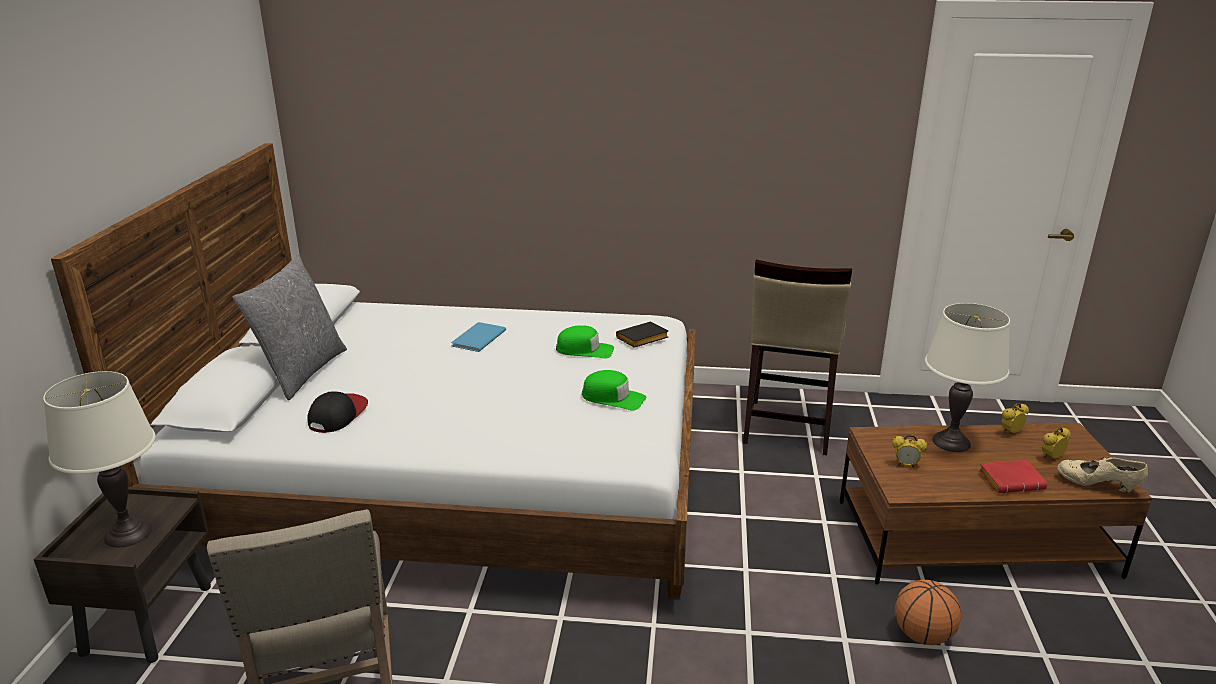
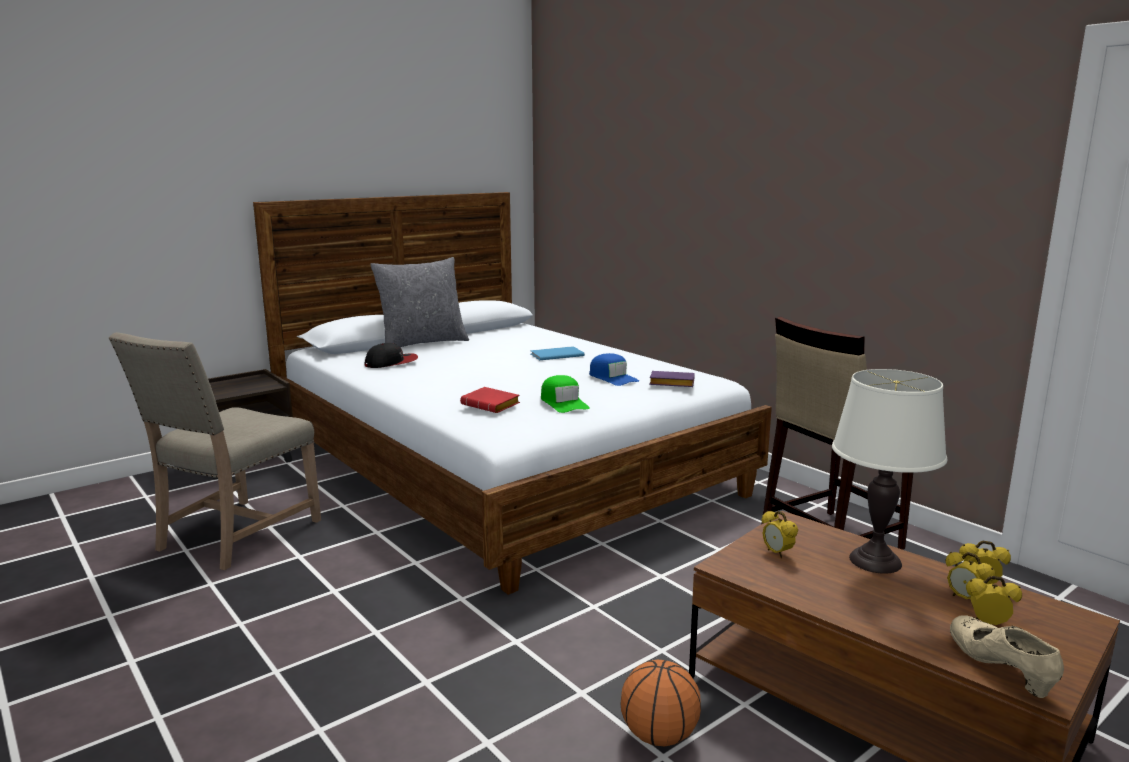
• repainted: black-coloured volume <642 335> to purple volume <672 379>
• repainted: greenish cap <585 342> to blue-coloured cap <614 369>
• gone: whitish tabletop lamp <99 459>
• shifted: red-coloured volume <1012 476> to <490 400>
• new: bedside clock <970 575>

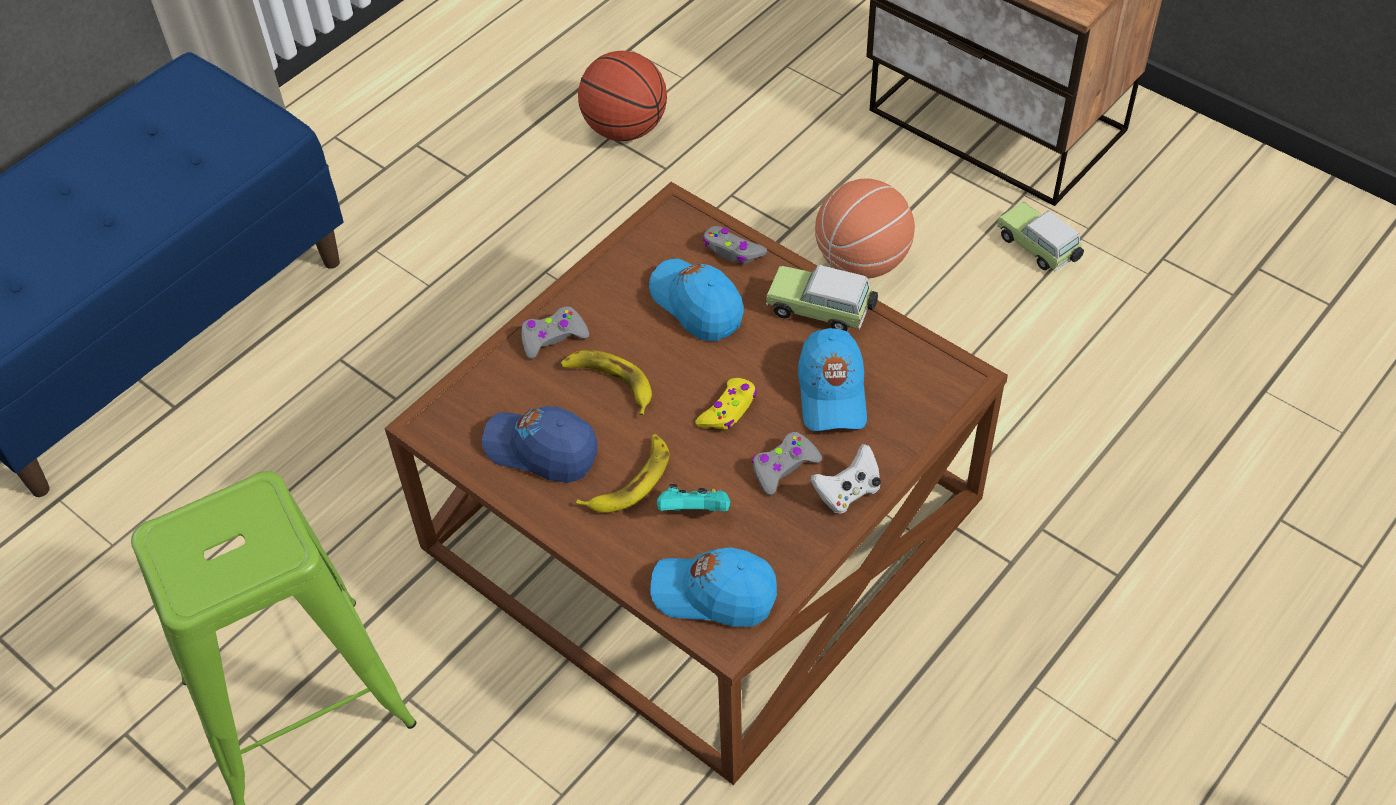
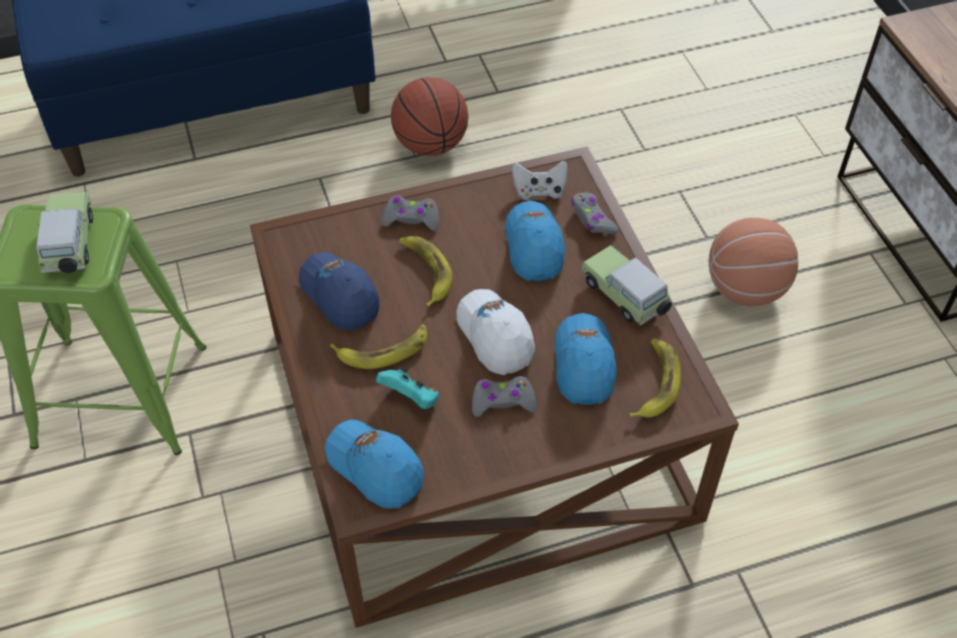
• shifted: ball for basketball <622 96> to <430 116>
• shifted: model car <1040 237> to <64 232>
• rotated: blue-coloured cap <832 379> = <586 359> 150 degrees clockwise
• swapped: yellow-coloured gamepad <726 403> to whitish cap <495 332>
• shifted: whitish gamepad <846 479> to <539 180>
• new: banana <655 378>

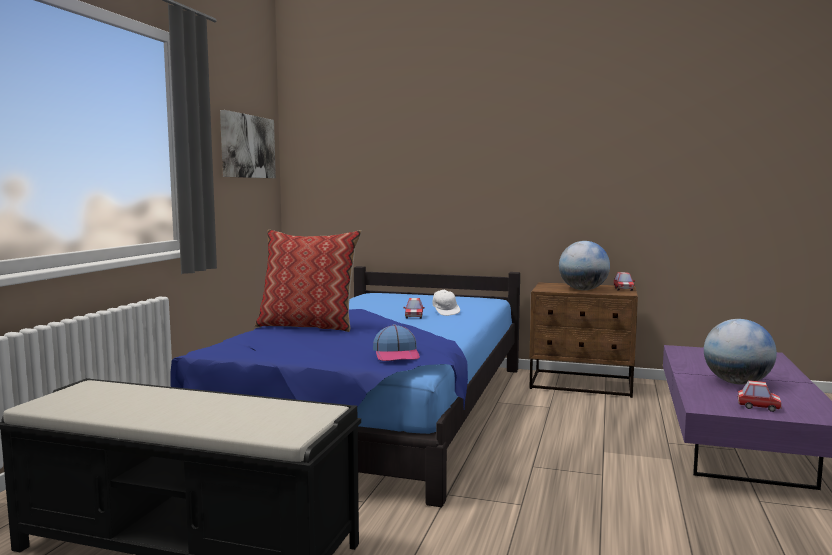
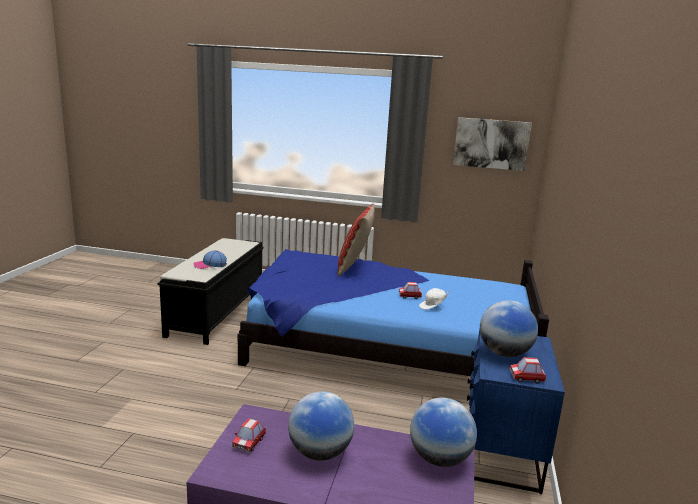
• repainted: brown-coloured bedside table <583 340> to blue-coloured bedside table <516 411>
• shifted: cap <396 342> to <210 259>
• new: globe <443 432>

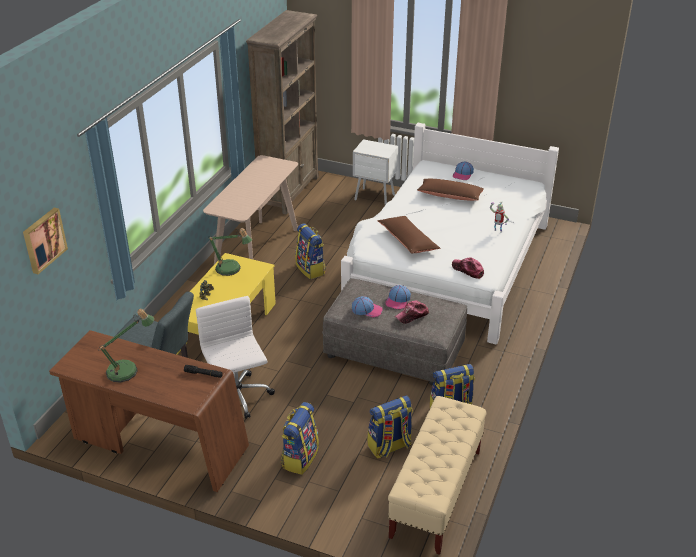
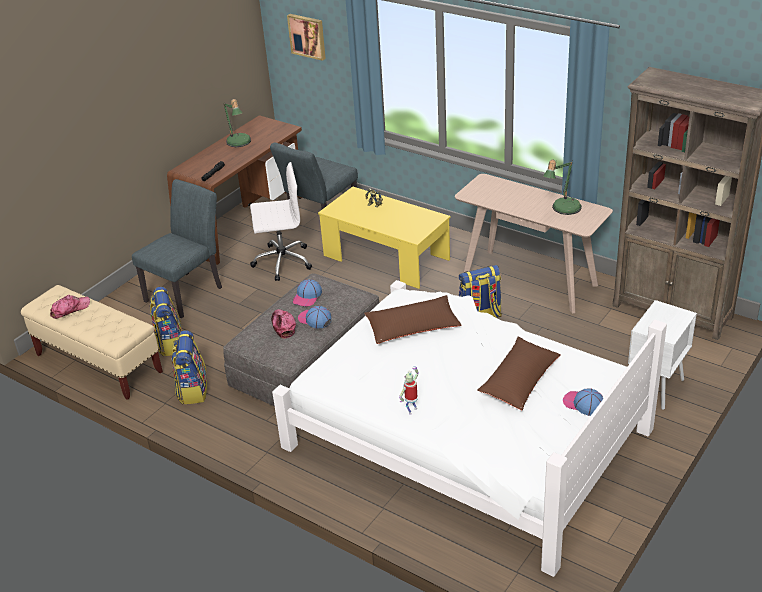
• shifted: tabletop lamp <231 252> to <562 187>
• shifted: cap <468 268> to <70 307>
• swapped: backpack <300 438> to greyish plain chair <177 248>

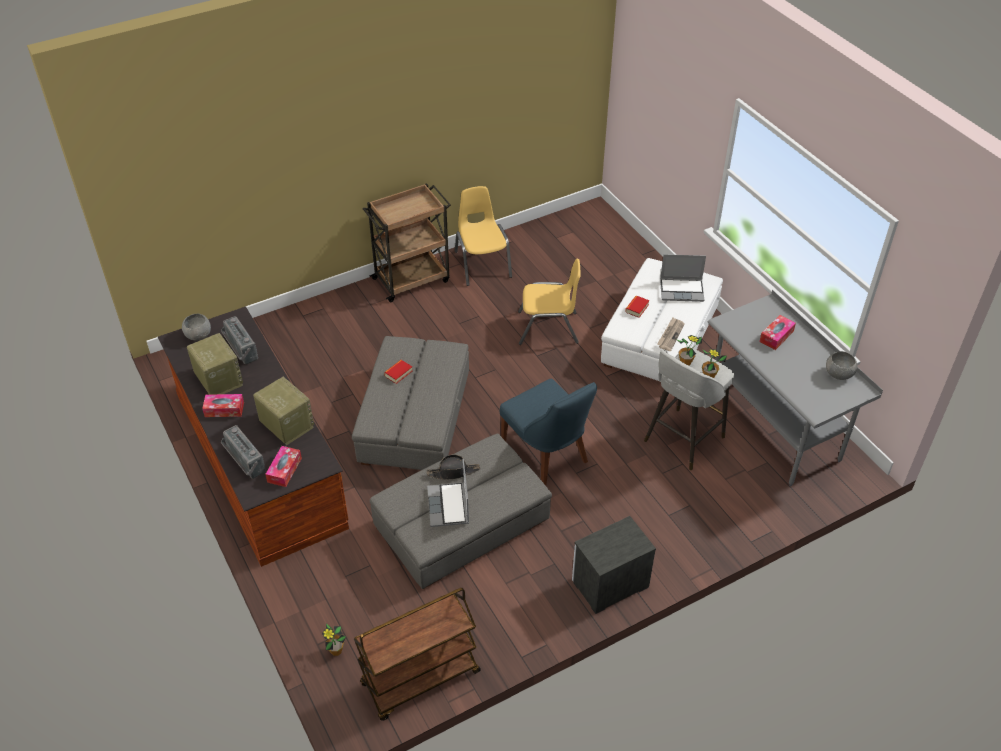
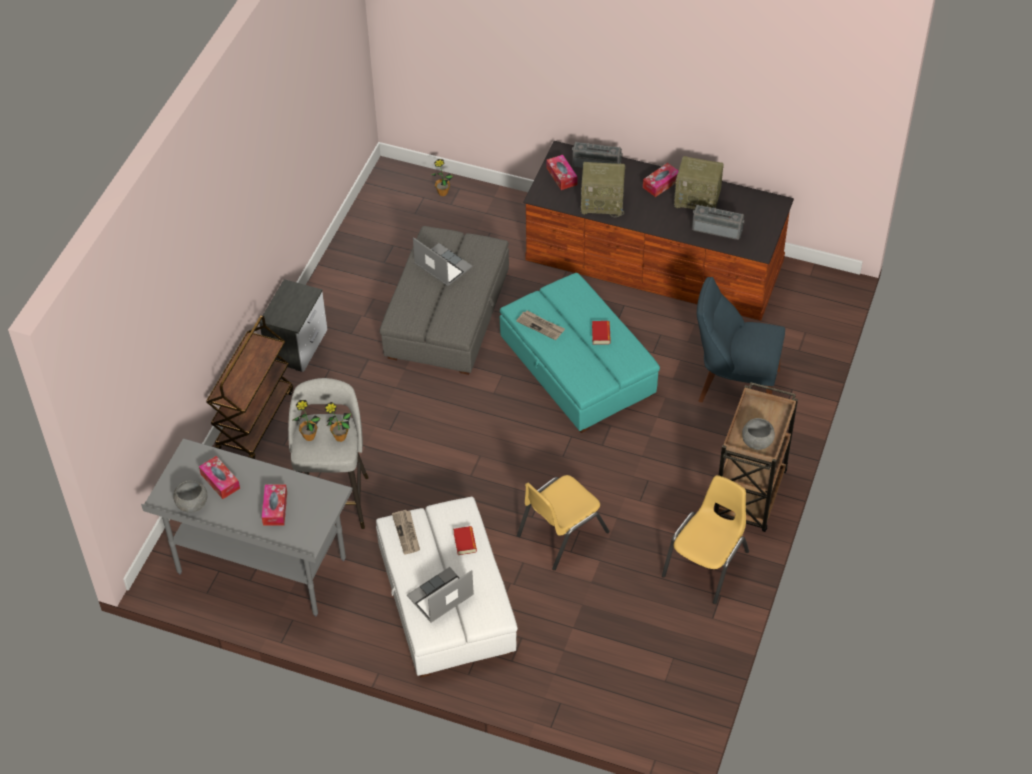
• rotated: yellow-coloured plain chair <483 236> = <705 539> 90 degrees counterclockwise
• shifted: greyish deep dish <196 327> to <758 434>
• repainted: greyish ottoman <410 403> to blue-green ottoman <580 353>
• shifted: blue-coloured plain chair <548 432> to <741 339>
• gone: black-coloured clothing hat <453 467>
• shifted: brown-coloured cart <417 654> to <249 387>
• new: newspaper <540 325>
• new: tissue holder <219 477>

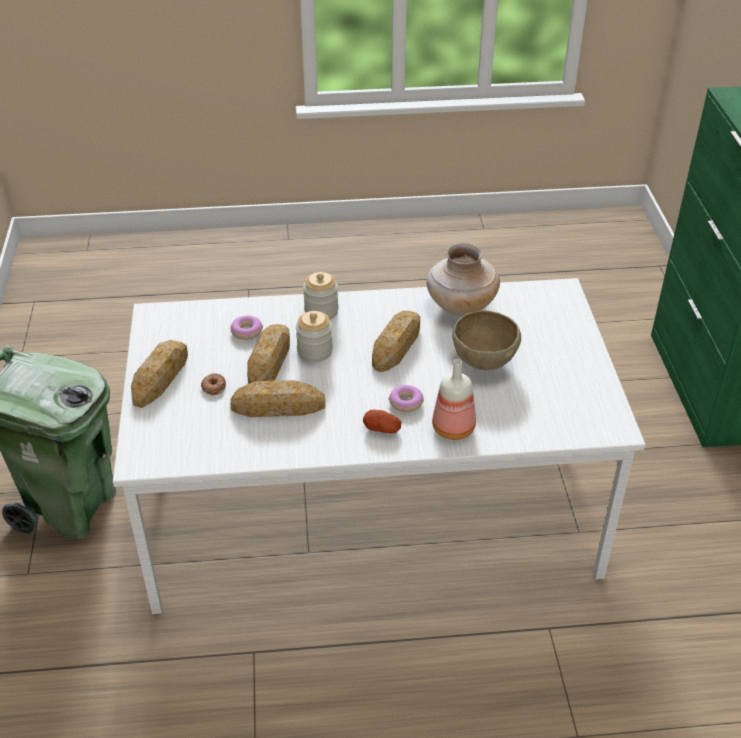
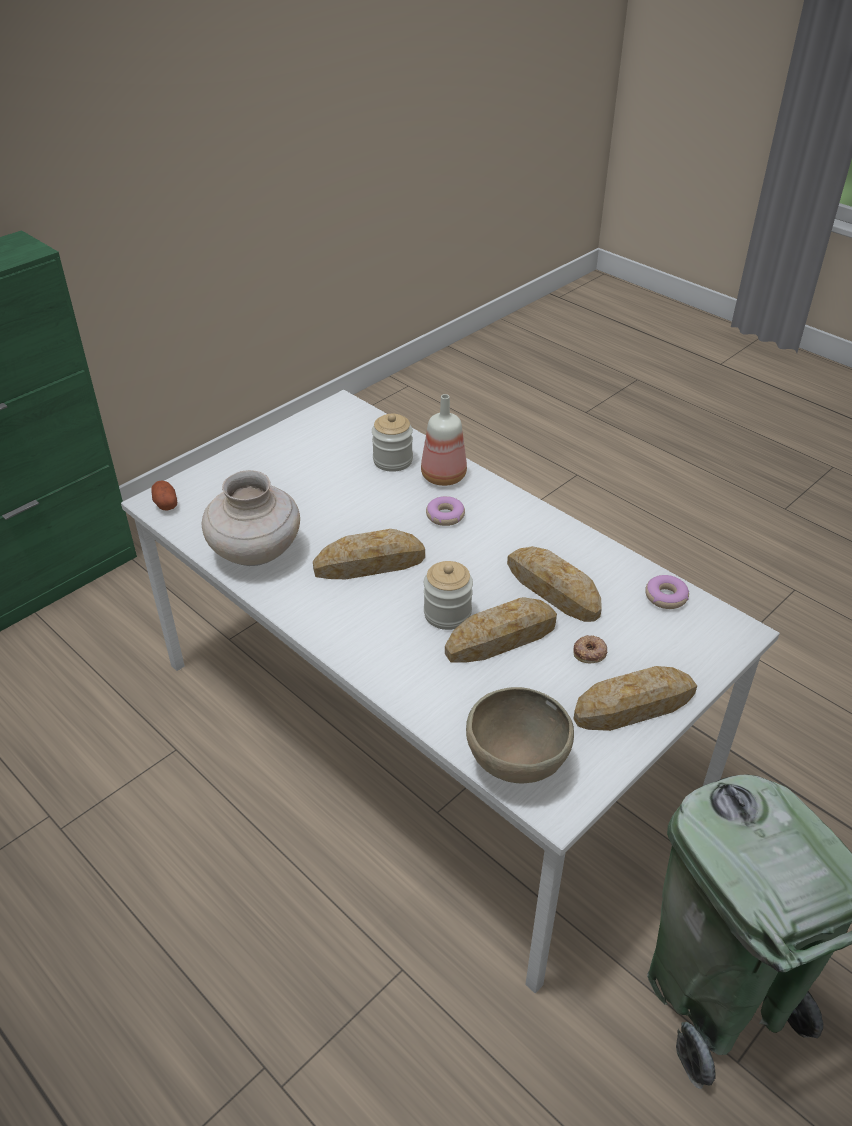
• shifted: storage jar <321 295> to <392 443>
• shifted: brown-coloured deep dish <486 340> to <520 735>
• shifted: ring doughnut <247 327> to <667 592>
• shifted: whole potato <382 422> to <164 495>

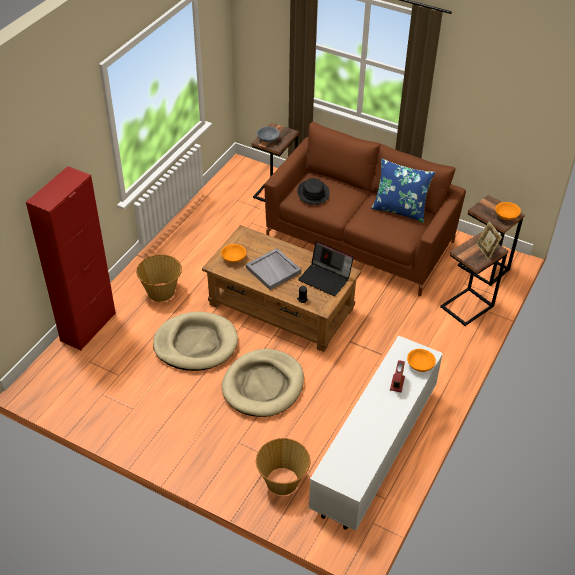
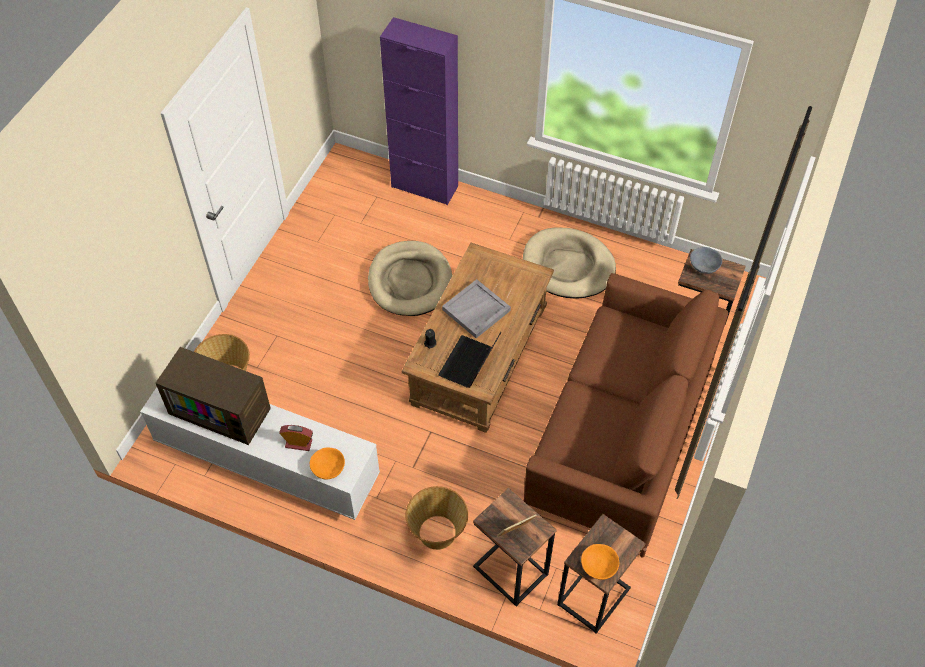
• gone: blue-coloured throw pillow <403 191>
• repainted: red-coloured storage cabinet <71 258> to purple storage cabinet <419 111>
• gone: black-coloured clothing hat <313 191>
• gone: orangey deep dish <233 253>
• shifted: household basket <159 278> to <436 518>
• shifted: sand-coloured dog cushion <263 383> to <569 263>
• new: television <213 396>

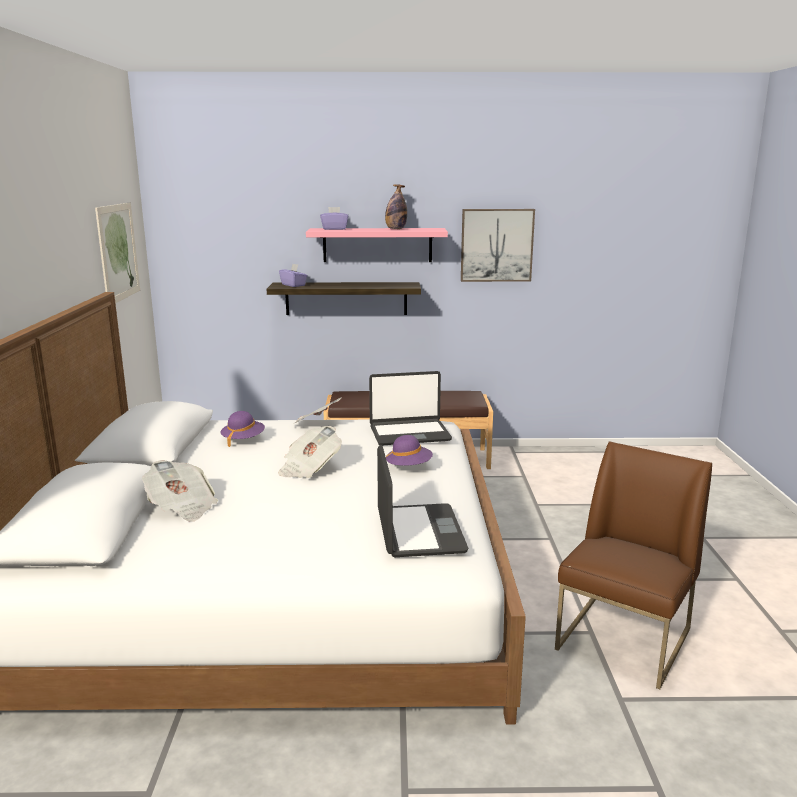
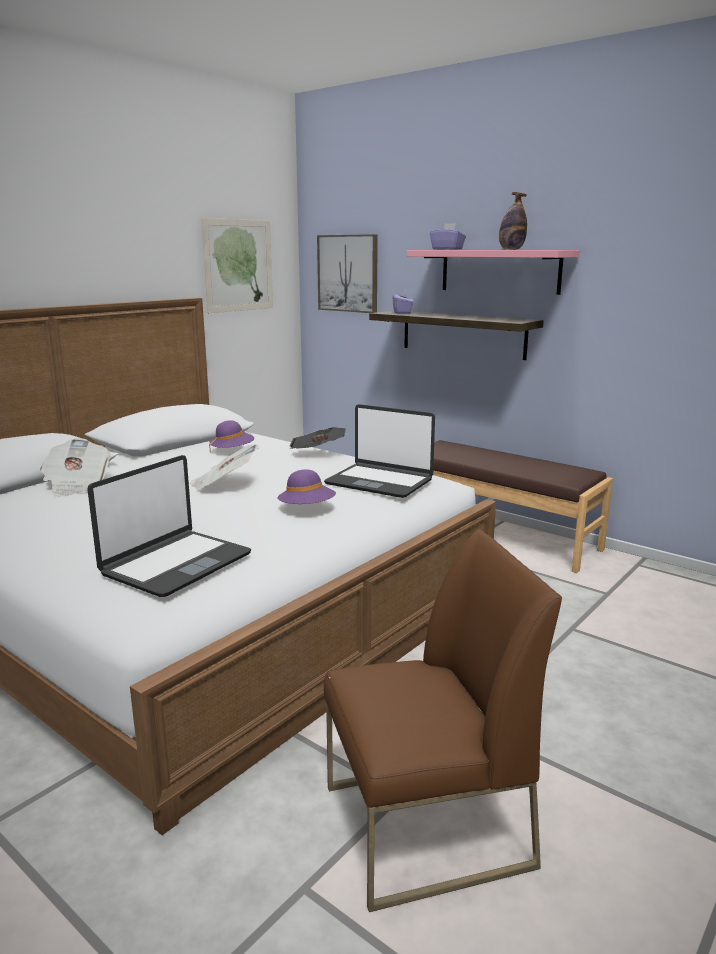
• shifted: wall art <498 245> to <347 273>

